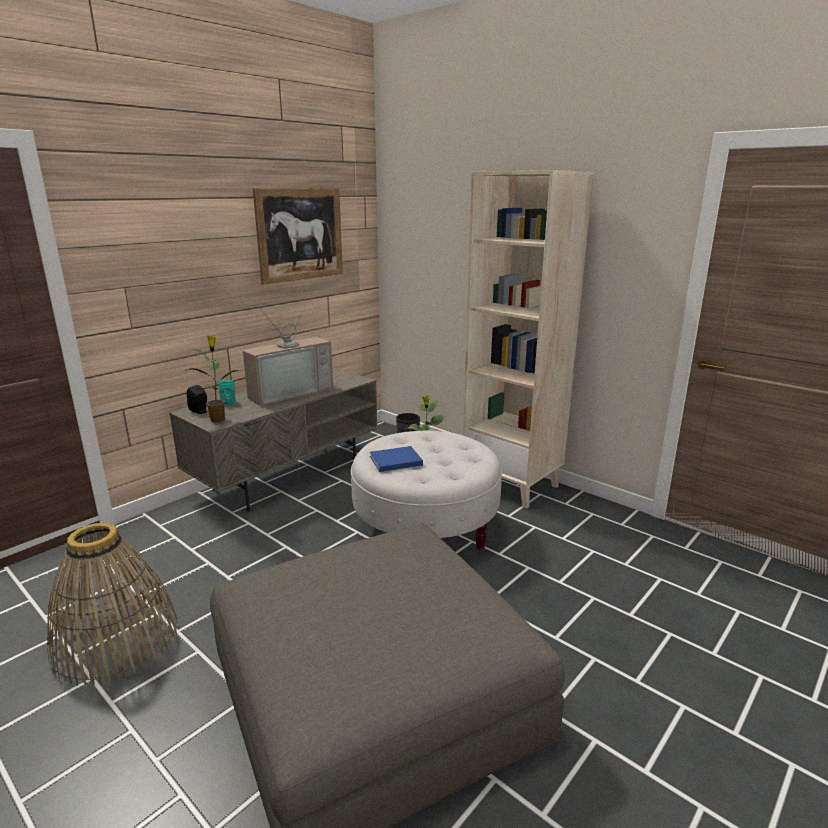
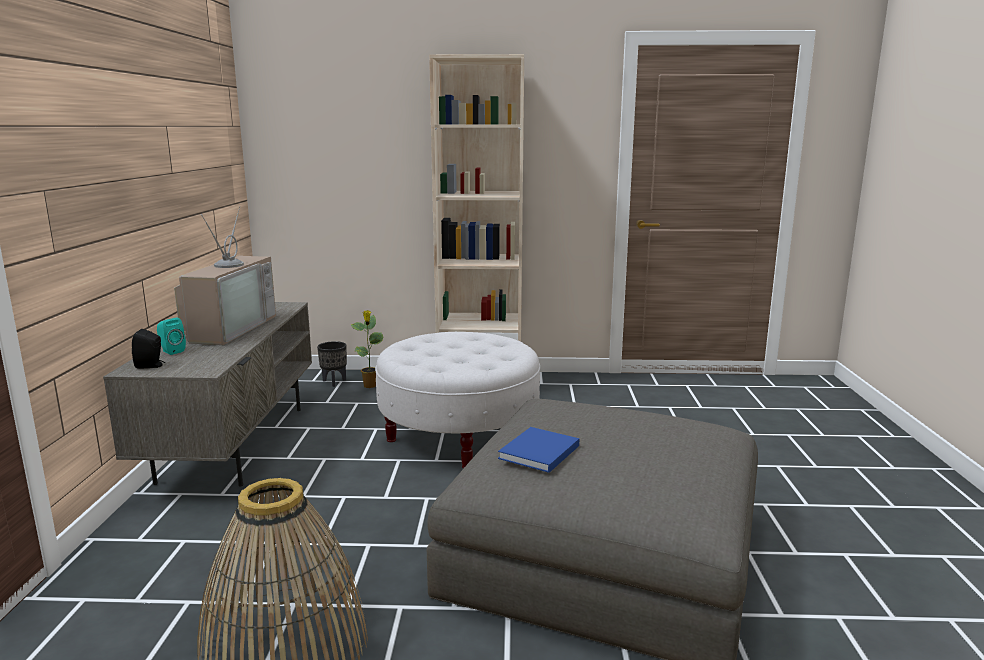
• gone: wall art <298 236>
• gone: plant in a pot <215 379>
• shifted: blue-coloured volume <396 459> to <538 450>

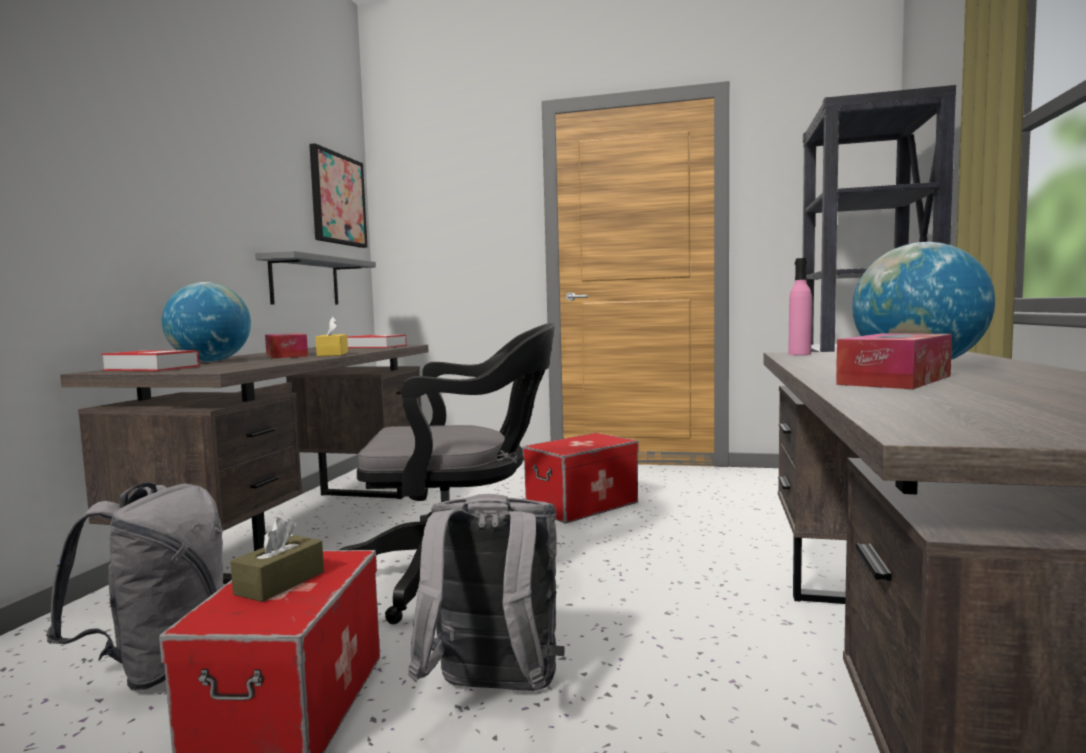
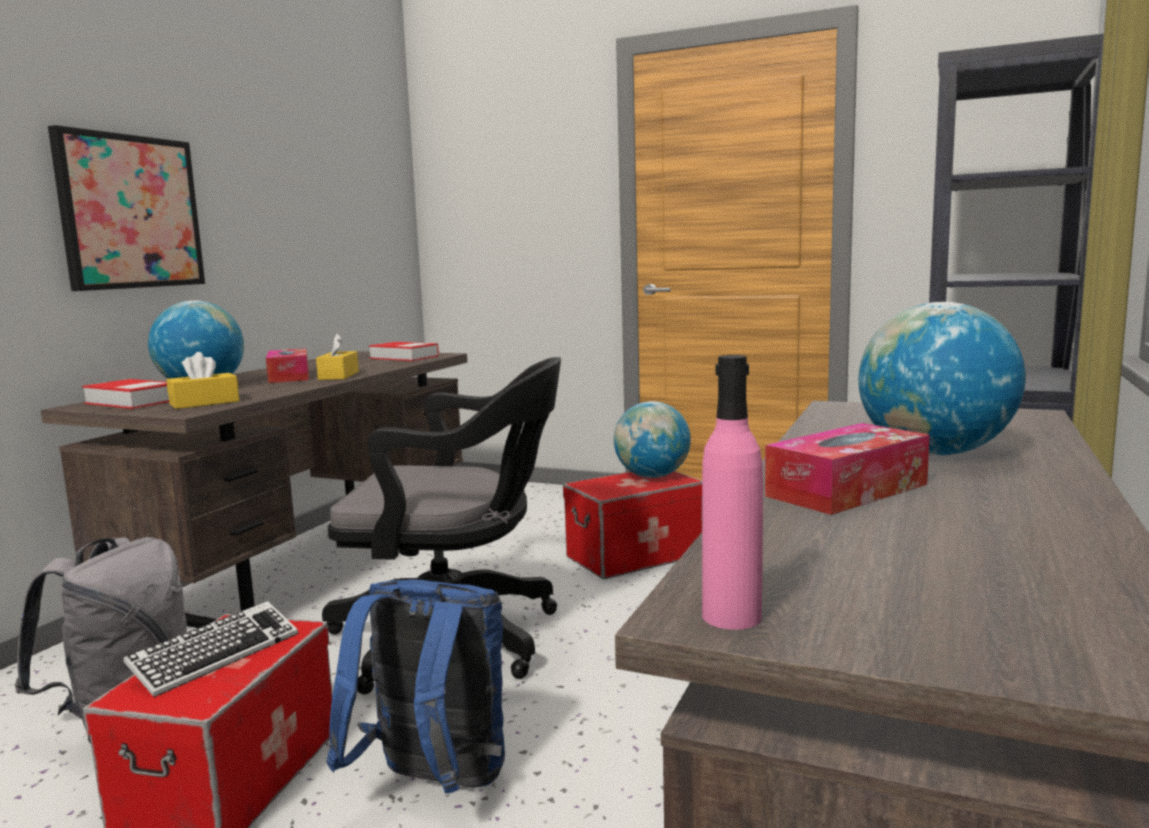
• shifted: wall art <338 195> to <126 208>
• gone: greyish wall shelf <315 278>
• shifted: pink-coloured drink bottle <800 306> to <732 492>
• repainted: greyish backpack <486 592> to blue-coloured backpack <416 686>
• swapped: brown-coloured tissue holder <277 560> to PC keyboard <210 649>
• new: yellow-coloured tissue holder <203 380>
• new: globe <652 439>

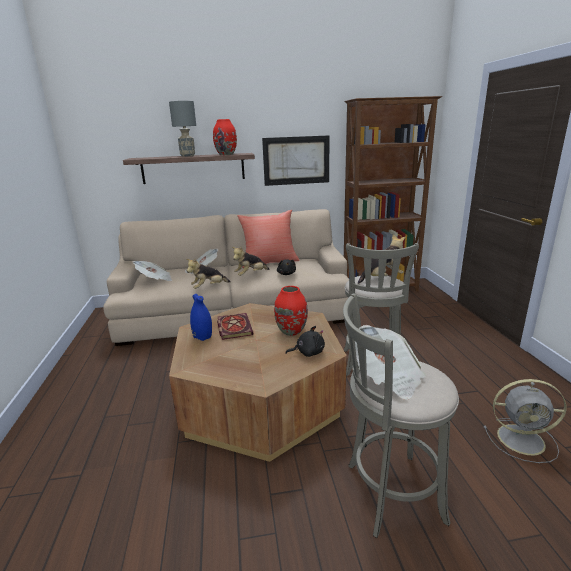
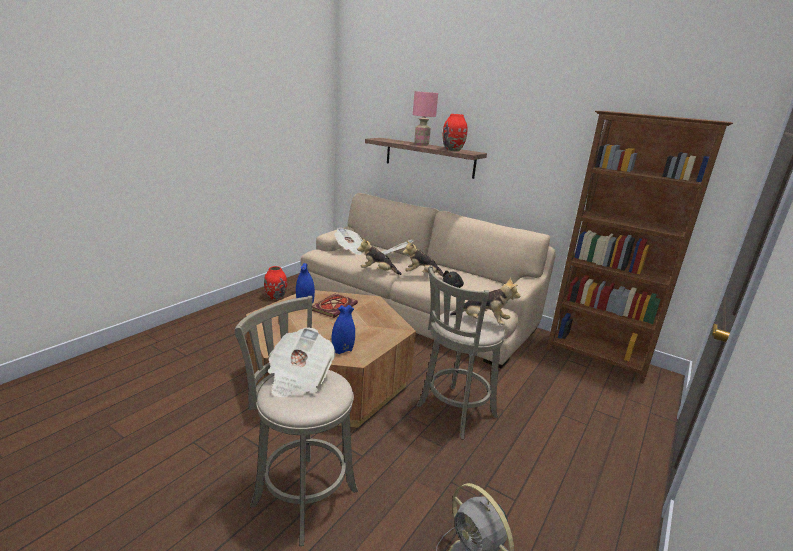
• repainted: greyish tabletop lamp <182 129> to pink-coloured tabletop lamp <425 118>
• gone: wall art <296 160>
• gone: red-coloured throw pillow <268 239>
• shifted: red-coloured decorative vase <291 311> to <275 283>
• swapped: black-coloured soft toy <305 341> to blue-coloured decorative vase <343 329>

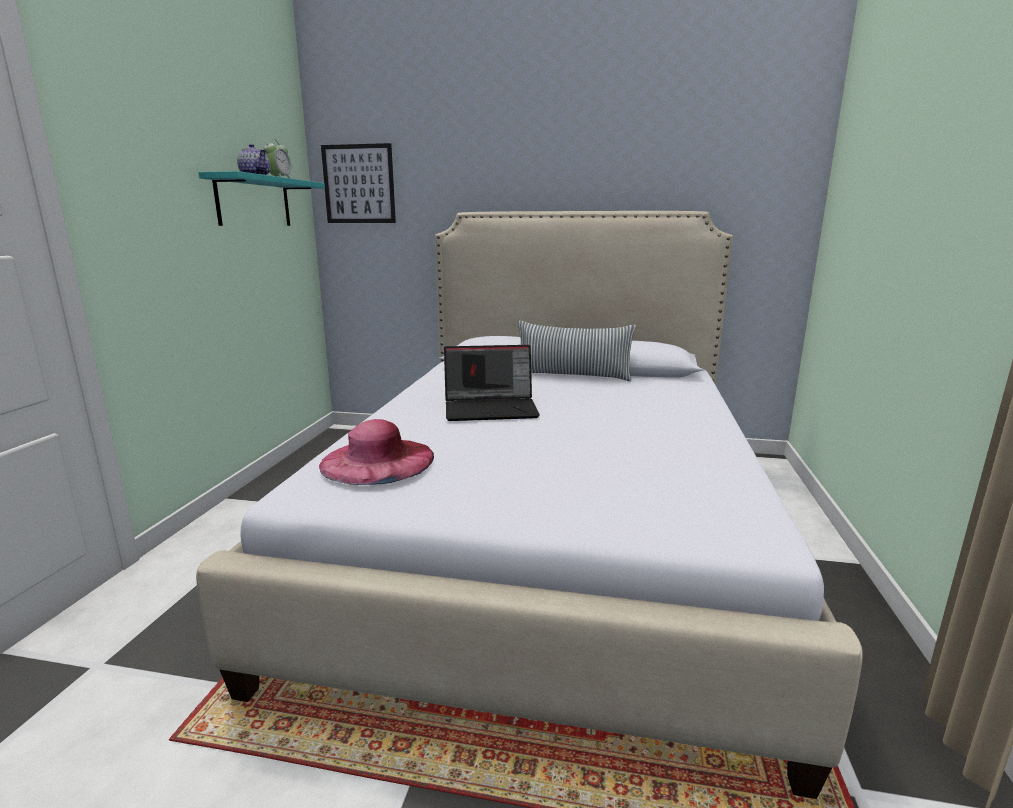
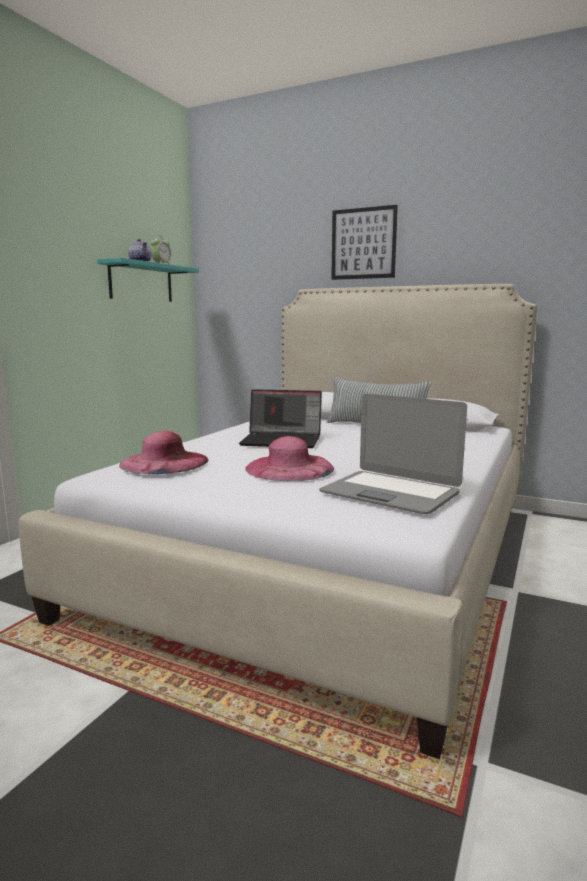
• shifted: wall art <358 183> to <364 242>
• new: notebook computer <393 454>
• new: pink-coloured clothing hat <289 458>

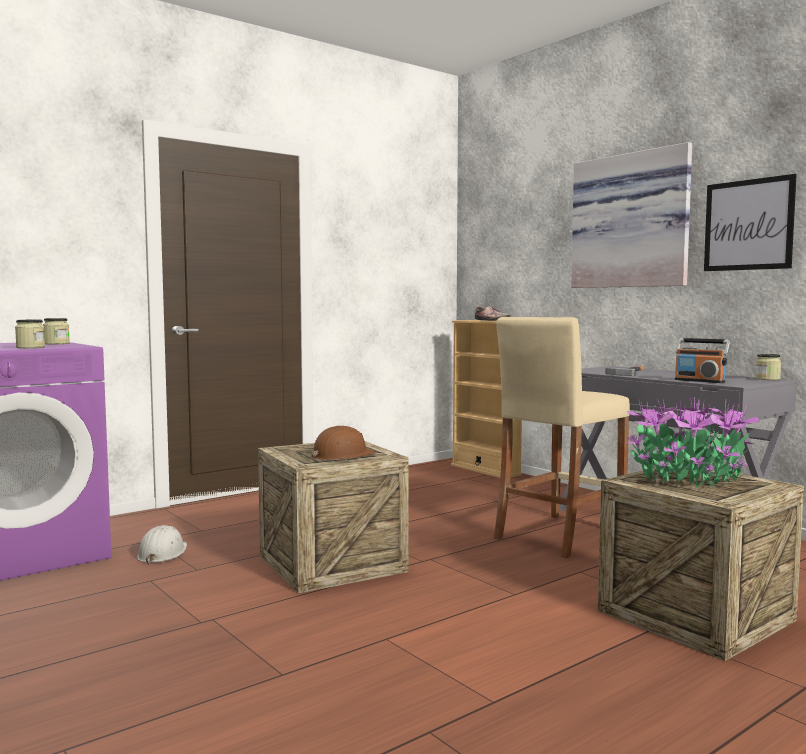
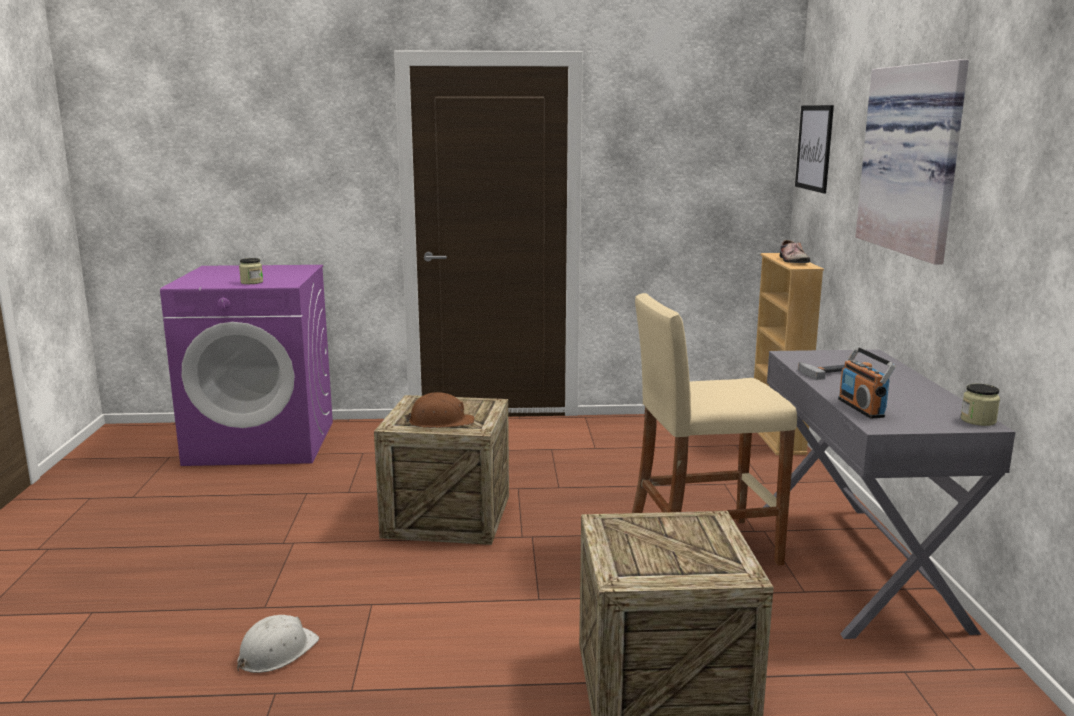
• shifted: wall art <750 222> to <814 149>
• gone: storage jar <56 331>
• gone: plant in a pot <693 442>
• shifted: whitish hard hat <162 545> to <278 644>

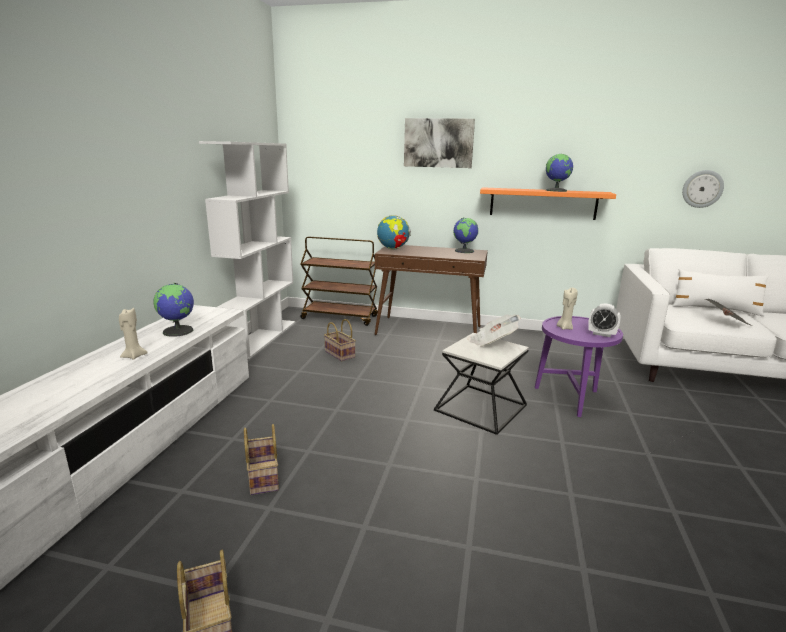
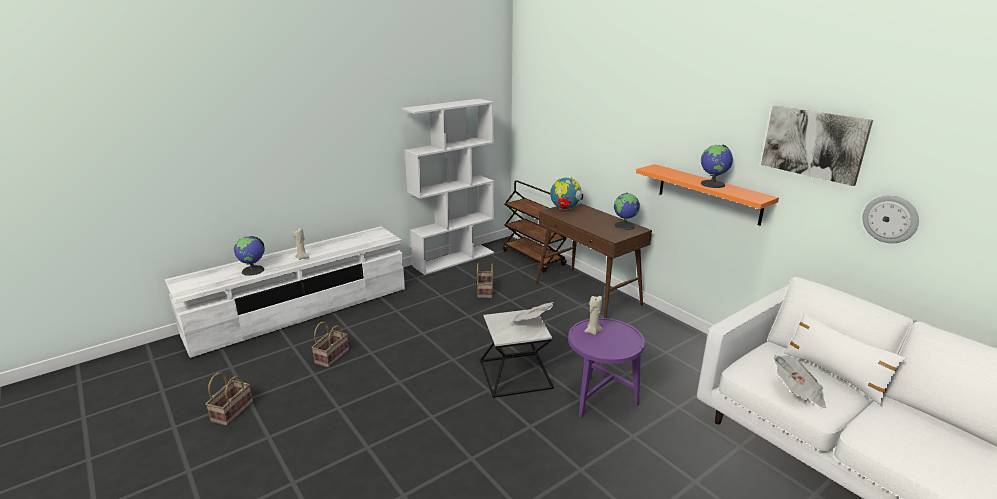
• shifted: wall art <439 143> to <817 146>
• shifted: globe <173 310> to <249 256>
• gone: bedside clock <604 320>

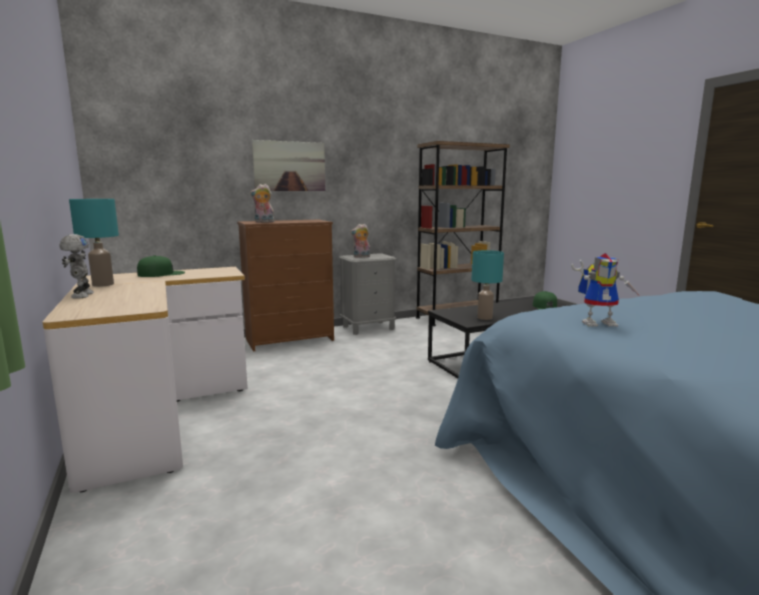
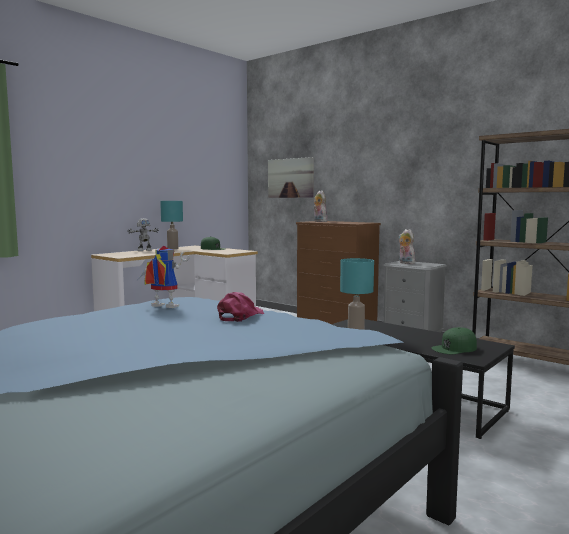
• shifted: wall art <288 165> to <291 177>
• rotated: toy robot <606 290> = <163 277> 135 degrees clockwise
• new: pink-coloured cap <240 307>

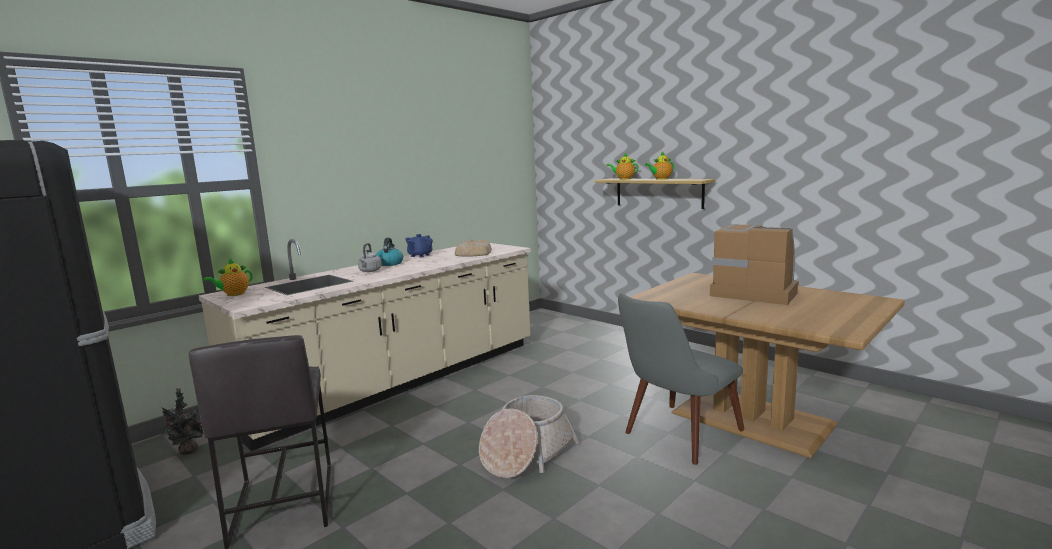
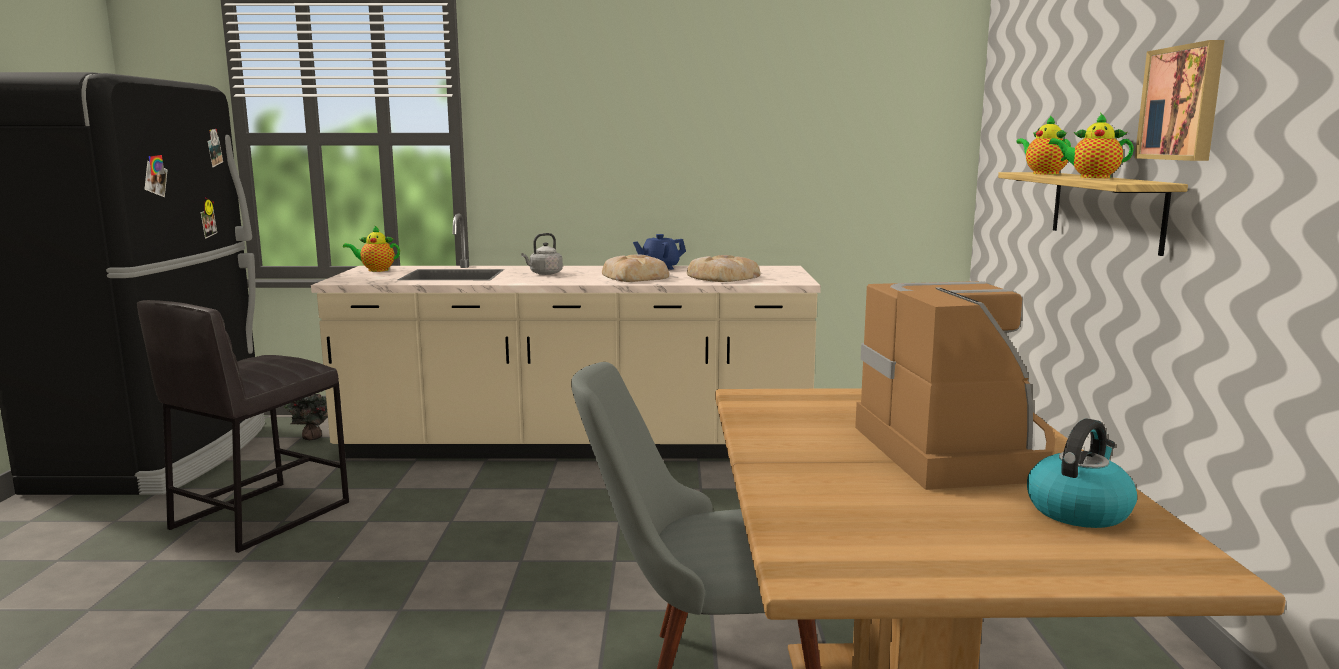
• shifted: water kettle <389 252> to <1082 473>
• gone: household basket <529 436>
• new: wall art <1180 100>
• new: baked bread <635 268>

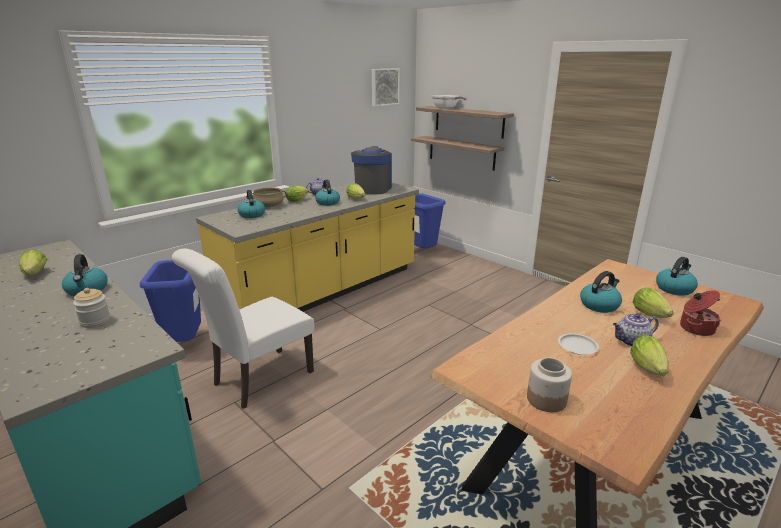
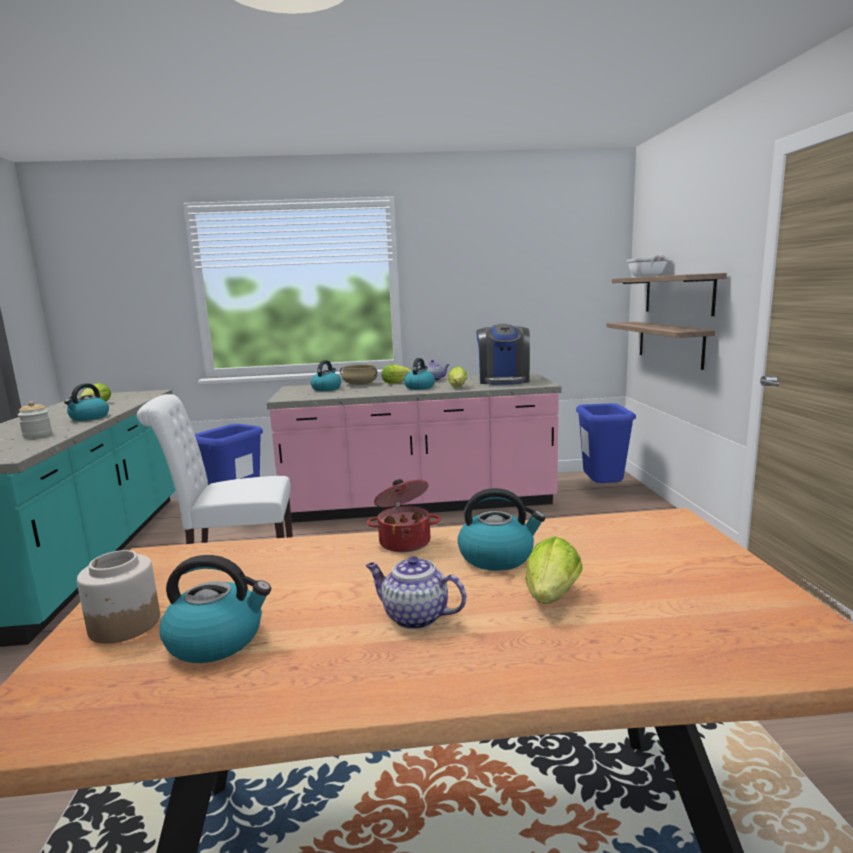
• gone: wall art <386 87>
• rotated: coffee brewer <371 170> = <503 354> 135 degrees clockwise
• repainted: yellow-coloured kitchen counter <307 247> to pink-coloured kitchen counter <414 448>
• shifted: water kettle <677 276> to <215 609>
• shifted: cooking pot <700 313> to <404 515>
• gone: whitish plate <578 344>
• gone: lettuce <649 355>

